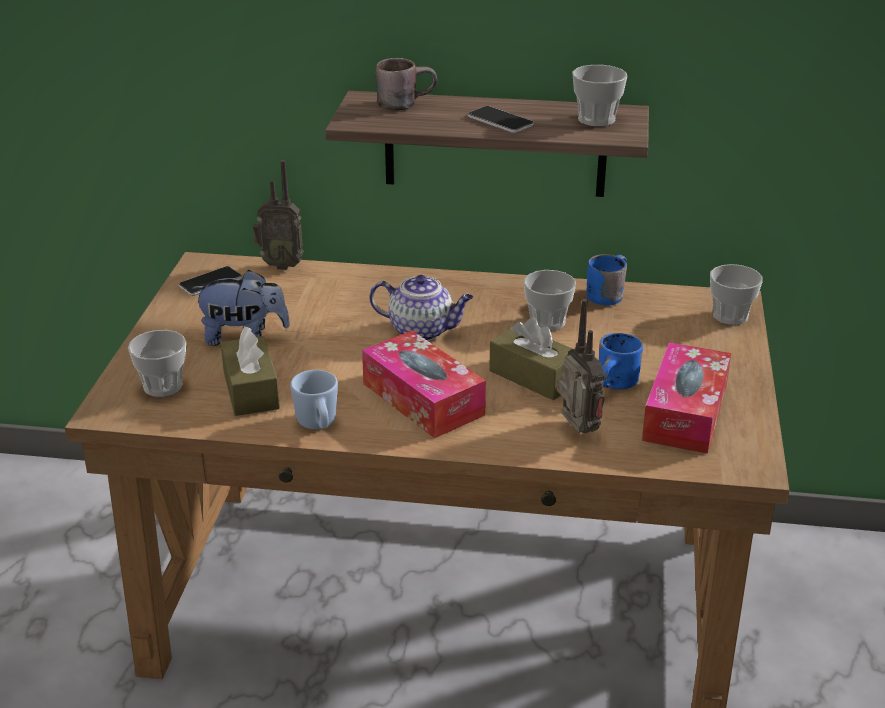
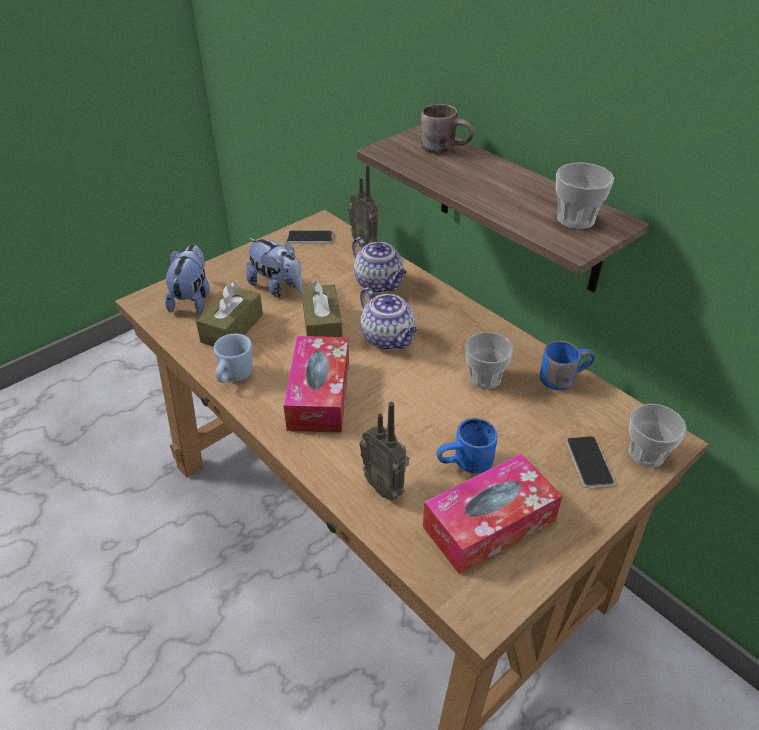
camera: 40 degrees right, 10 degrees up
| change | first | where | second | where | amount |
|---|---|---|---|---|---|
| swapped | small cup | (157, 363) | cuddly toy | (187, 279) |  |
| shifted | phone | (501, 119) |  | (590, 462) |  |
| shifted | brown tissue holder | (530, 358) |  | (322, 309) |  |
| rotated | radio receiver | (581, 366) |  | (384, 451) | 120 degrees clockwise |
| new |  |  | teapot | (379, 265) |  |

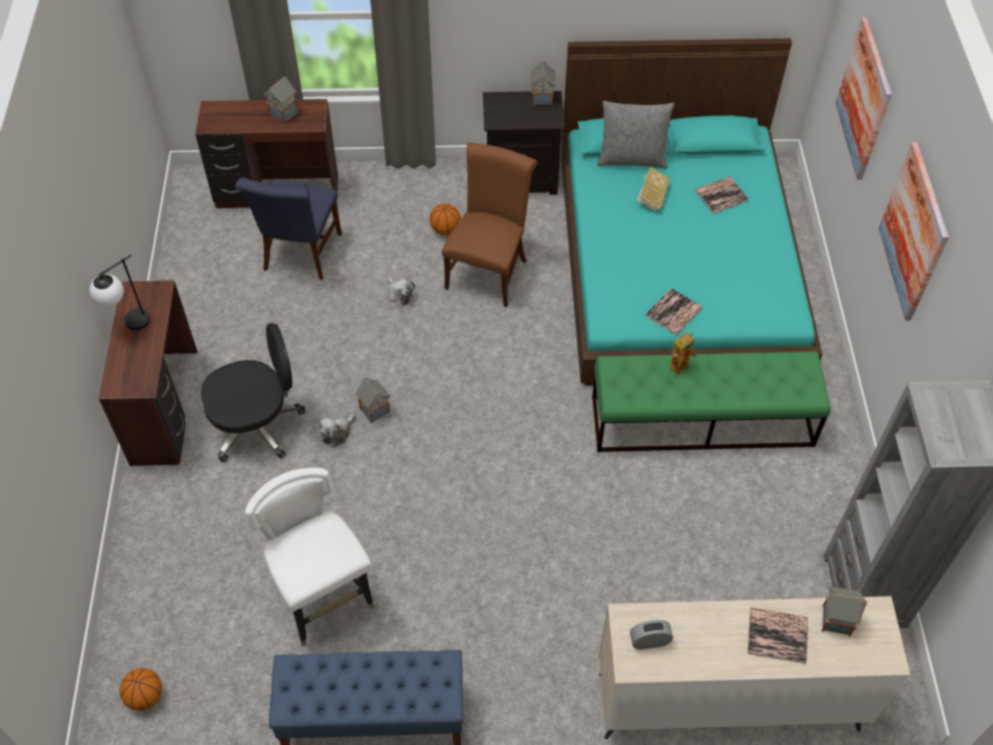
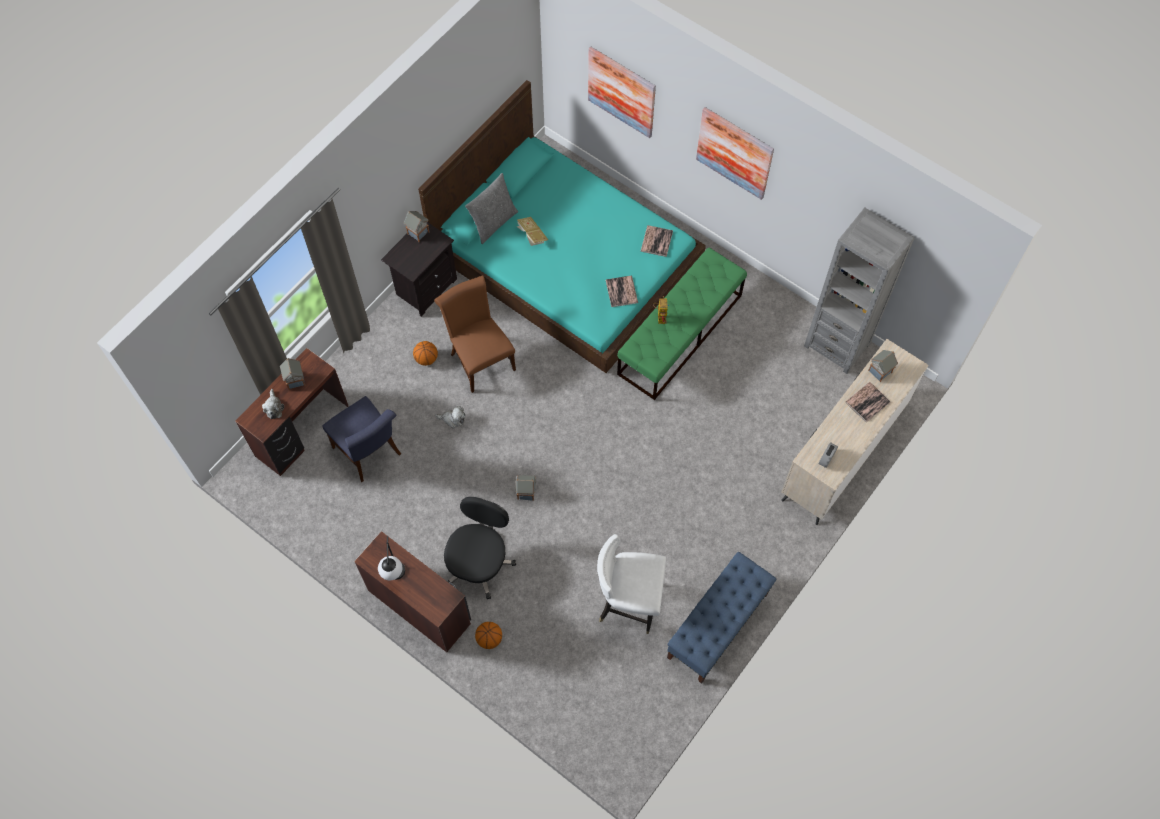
camera: 50 degrees left, 10 degrees up
| change | first | where | second | where | amount |
|---|---|---|---|---|---|
| shifted | basketball | (140, 689) |  | (488, 635) |  |
| shifted | cuddly toy | (337, 431) |  | (273, 404) |  |
| shifted | volume | (722, 195) |  | (657, 241) |  |

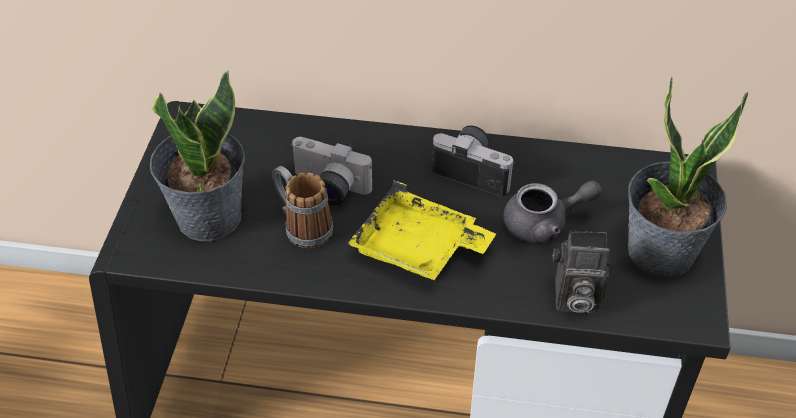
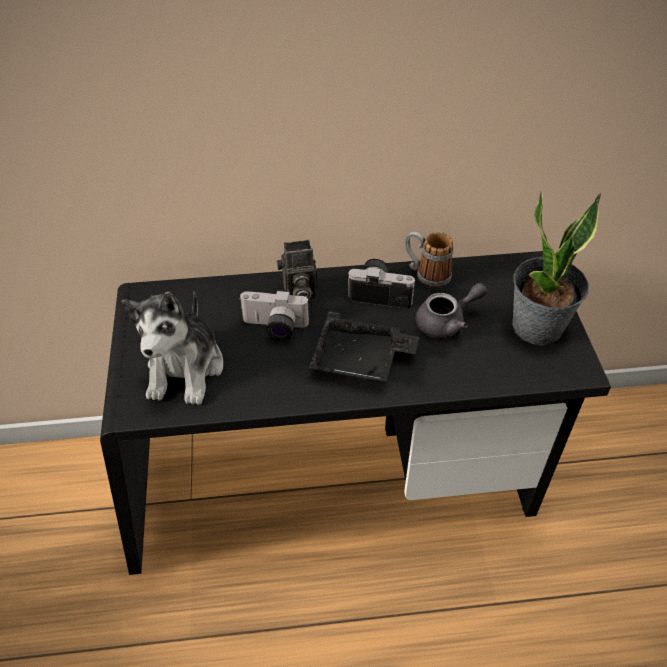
camera: 15 degrees left, 0 degrees up
| change | first | where | second | where | amount |
|---|---|---|---|---|---|
| swapped | plant in a pot | (197, 156) | cuddly toy | (172, 348) |  |
| shifted | coffee mug | (302, 207) |  | (429, 259) |  |
| repainted | yellowish tray | (421, 230) | black-coloured tray | (364, 346) |  |
| shifted | still camera | (581, 271) |  | (297, 270) |  |

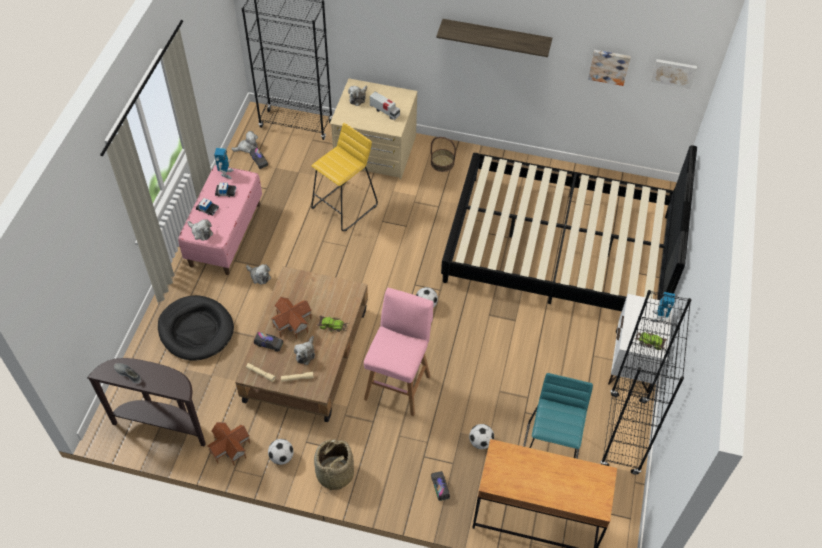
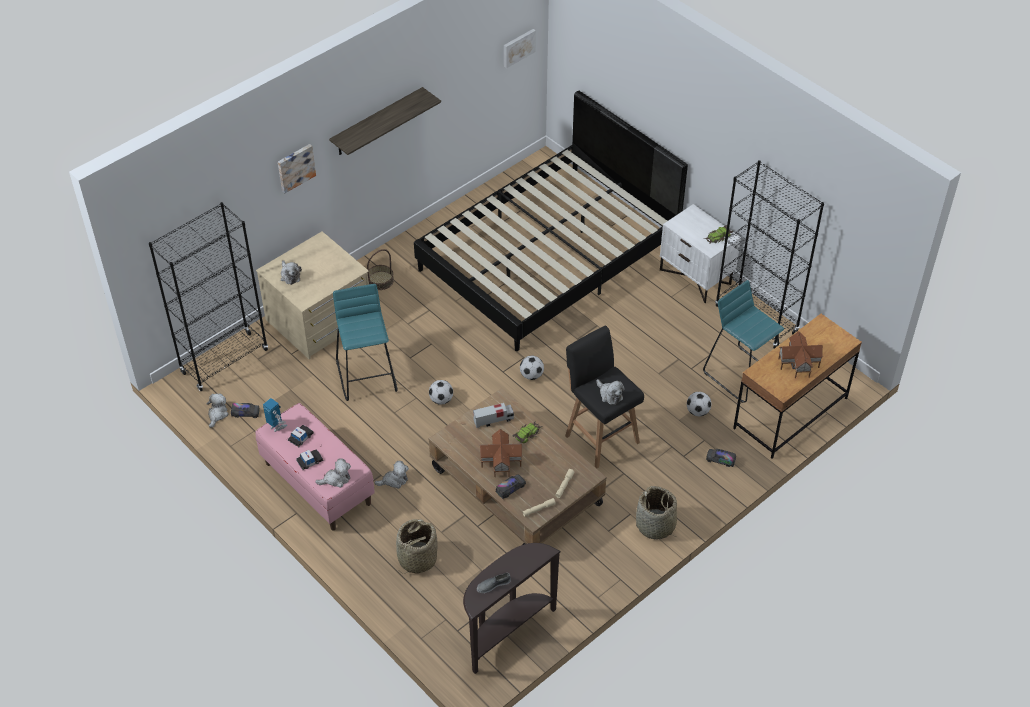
camera: 55 degrees left, 5 degrees down
| change | first | where | second | where | amount |
|---|---|---|---|---|---|
| swapped | black-coloured dog bed | (196, 328) | storage basket | (417, 546) |  |
| shifted | model house | (228, 444) |  | (800, 354) |  |
| shifted | football ball | (281, 452) |  | (441, 392) |  |
| shifted | cuddly toy | (304, 350) |  | (611, 392) |  |
| repainted | yellowish stool seat | (344, 177) | turquoise-coloured stool seat | (365, 342) |  |
| repainted | pink stool seat | (398, 352) | black-coloured stool seat | (604, 397) |  |
| shifted | toy lorry | (385, 105) |  | (493, 415) |  |
| shifted | wall picture | (609, 68) |  | (297, 168) |  |
| gone | robot figure | (663, 307) |  |  |  |

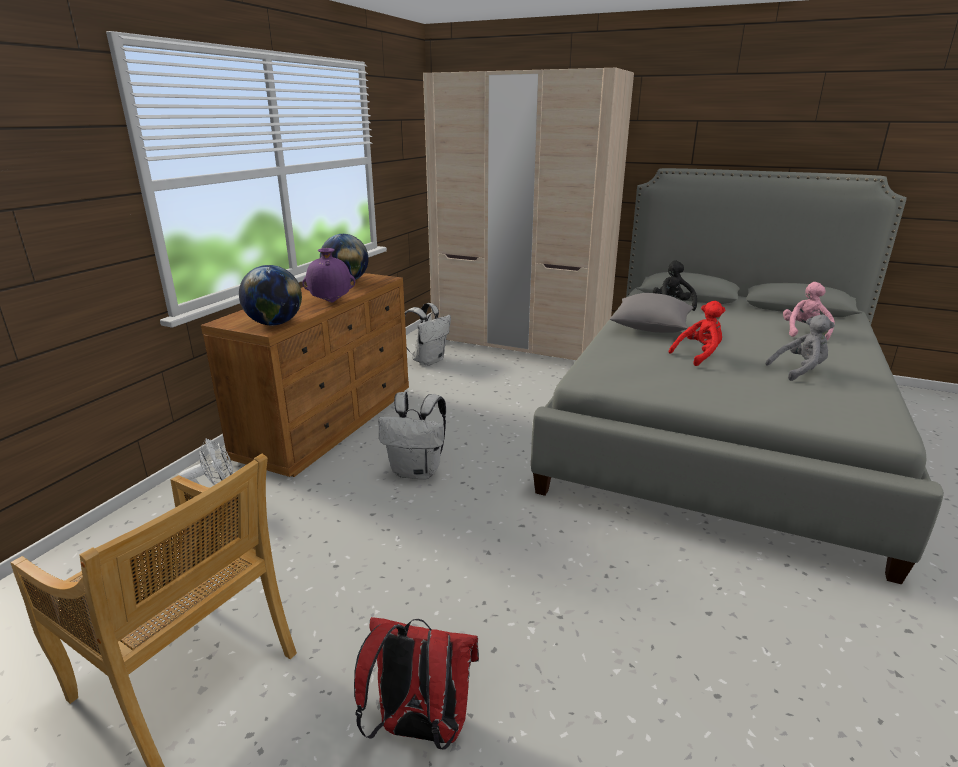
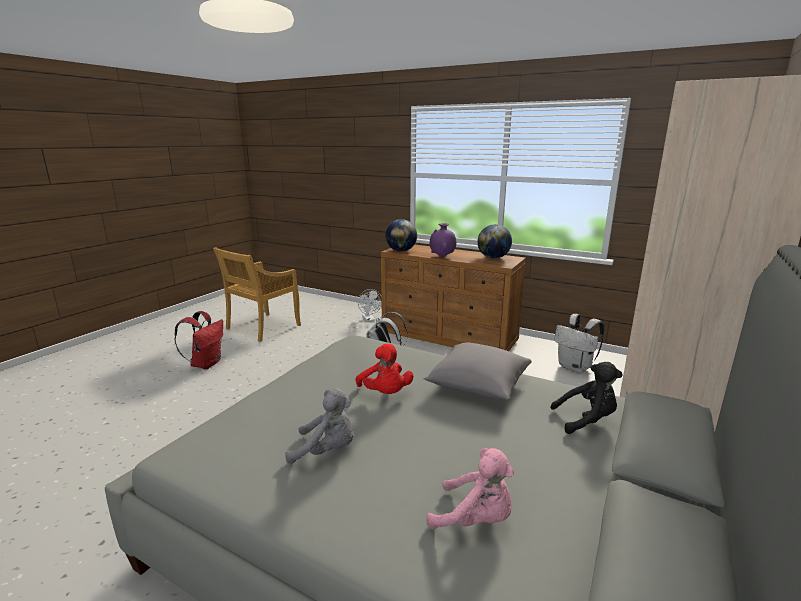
camera: 95 degrees right, 5 degrees down
| change | first | where | second | where | amount |
|---|---|---|---|---|---|
| rotated | greyish cuddly toy | (800, 348) |  | (319, 426) | 75 degrees counterclockwise |

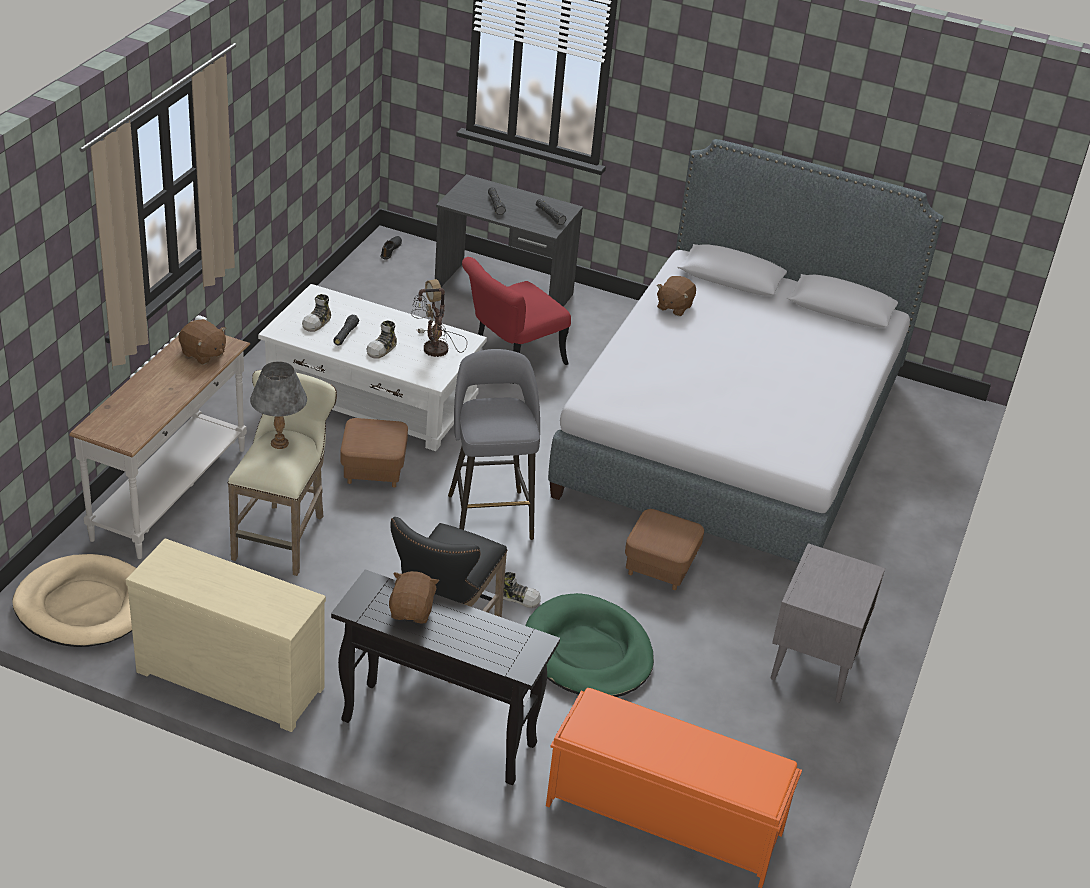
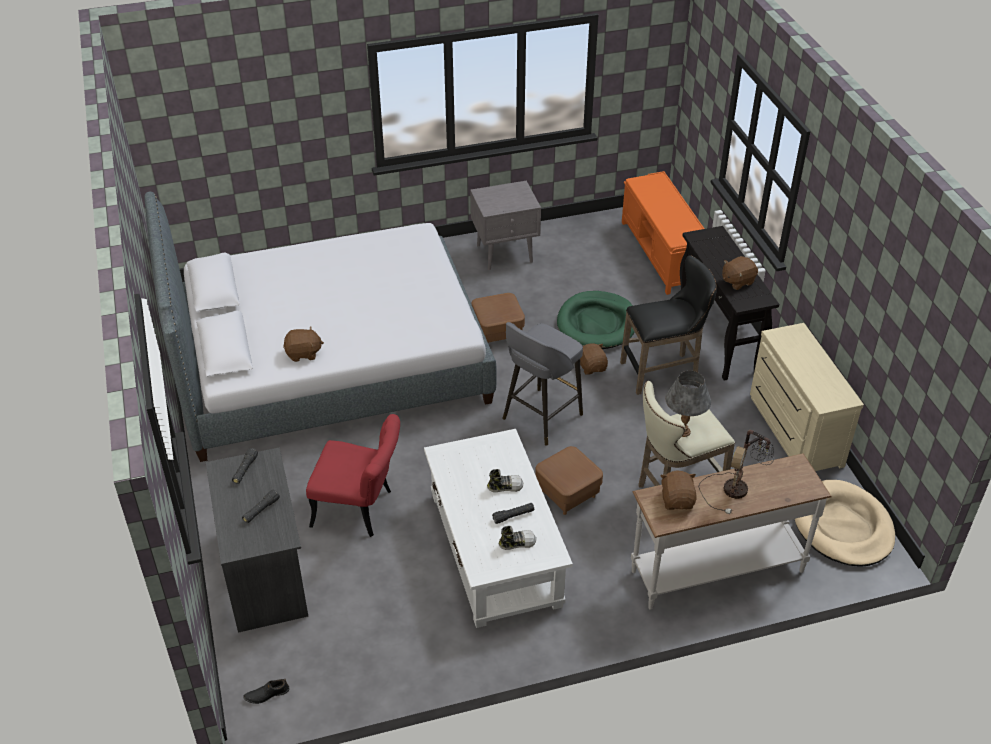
camera: 125 degrees left, 5 degrees up
| change | first | where | second | where | amount |
|---|---|---|---|---|---|
| shifted | table lamp | (439, 318) |  | (736, 472) |  |
| swapped | shoe | (522, 590) | brown cuddly toy | (594, 359) |  |

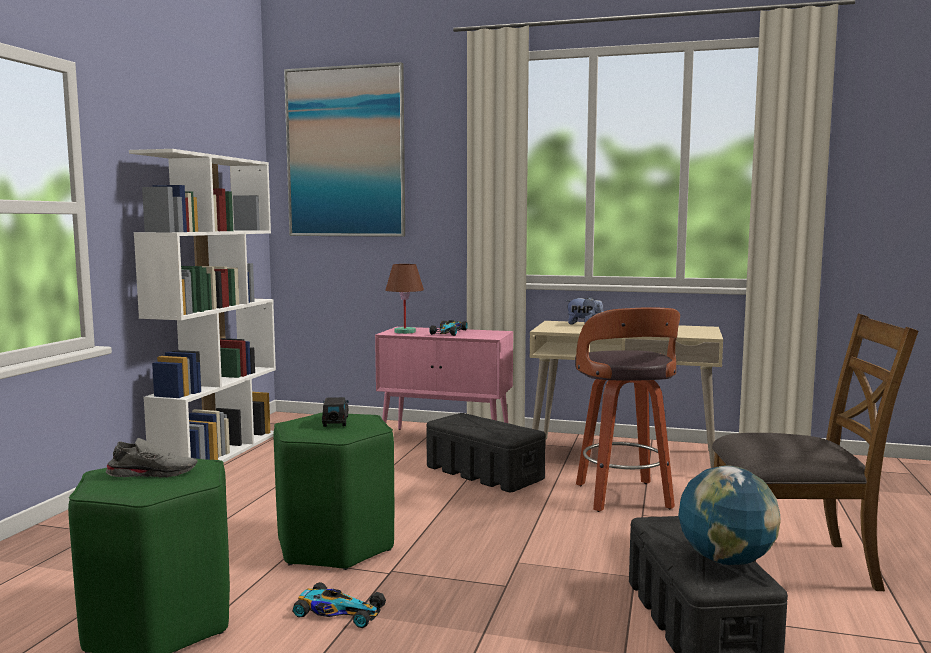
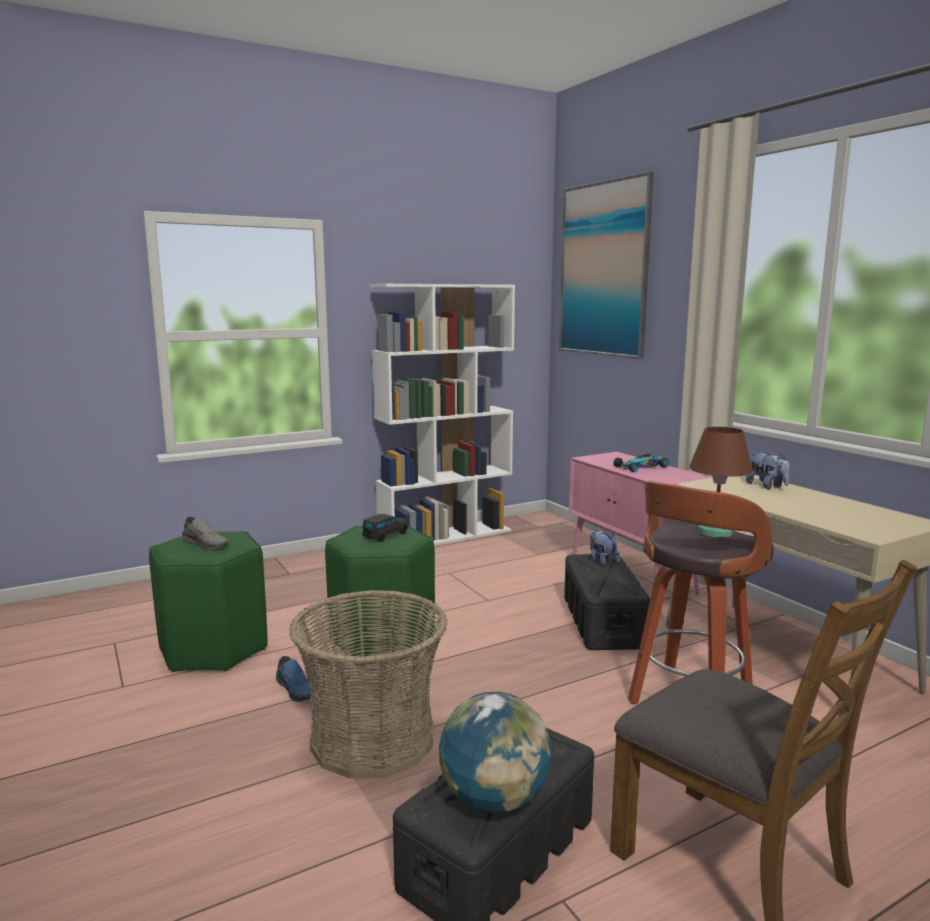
camera: 45 degrees right, 5 degrees up
| change | first | where | second | where | amount |
|---|---|---|---|---|---|
| swapped | model car | (339, 605) | bluish shoe | (295, 679) |  |
| shifted | brown table lamp | (404, 299) |  | (721, 482) |  |
| new |  |  | storage basket | (368, 684) |  |
| new |  |  | cuddly toy | (605, 548) |  |

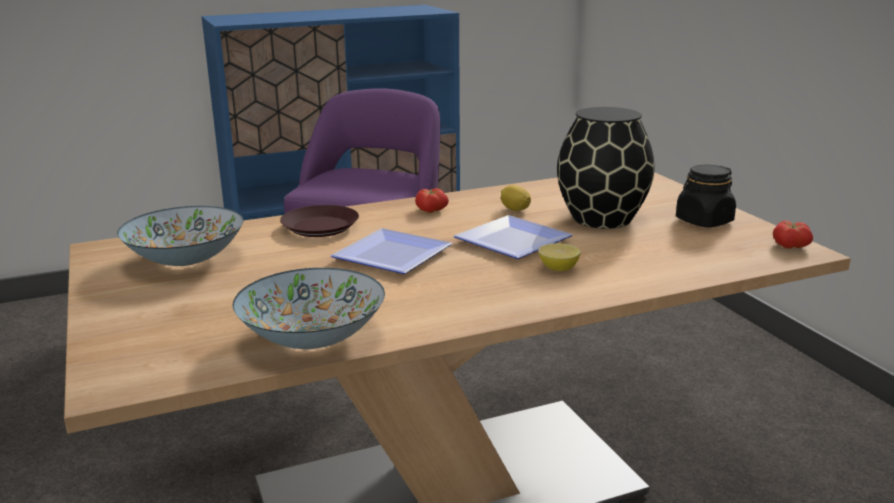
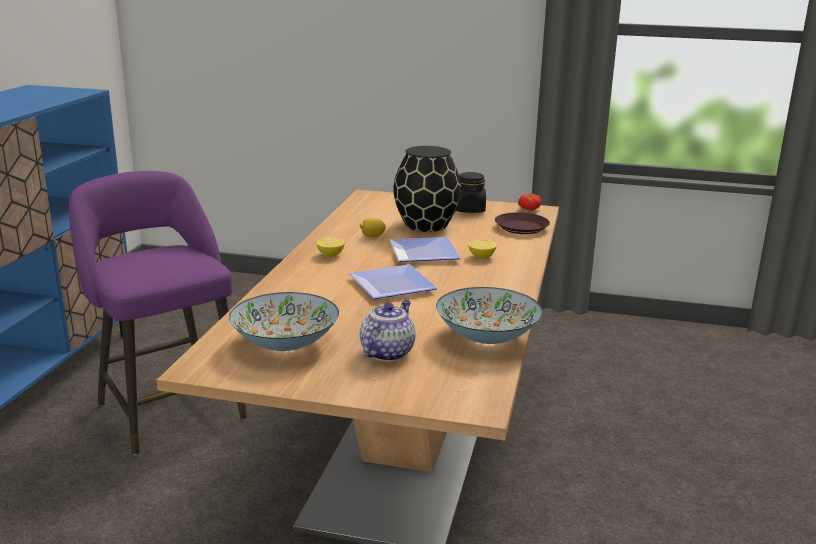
camera: 55 degrees left, 0 degrees up
| change | first | where | second | where | amount |
|---|---|---|---|---|---|
| shifted | brown dinner plate | (319, 221) |  | (522, 223) |  |
| swapped | fresh tomato | (432, 200) | whole lemon | (331, 247) |  |
| new |  |  | teapot | (388, 331) |  |

